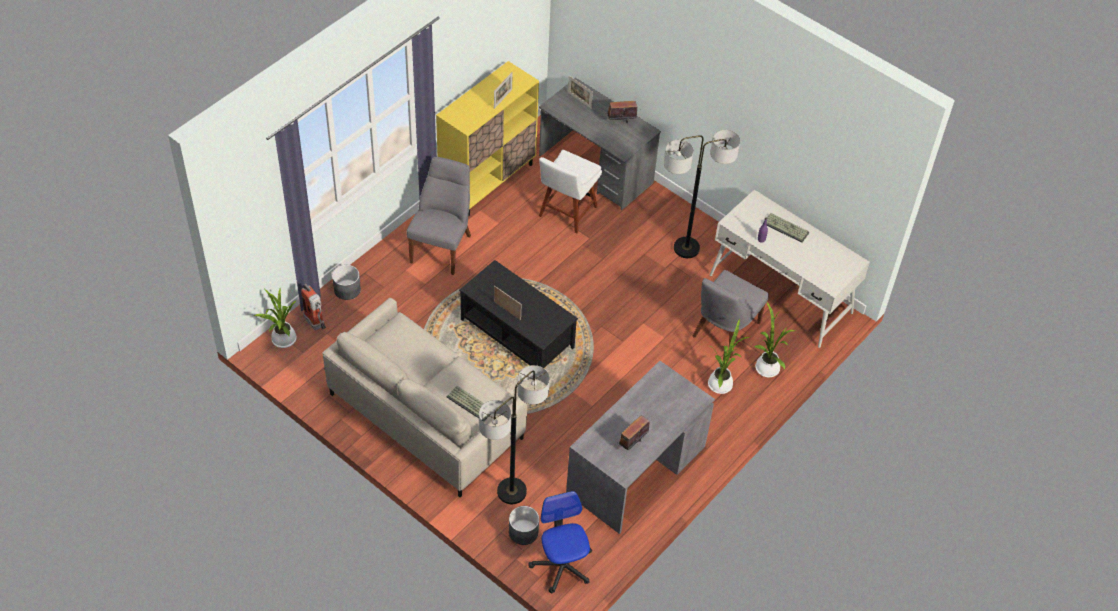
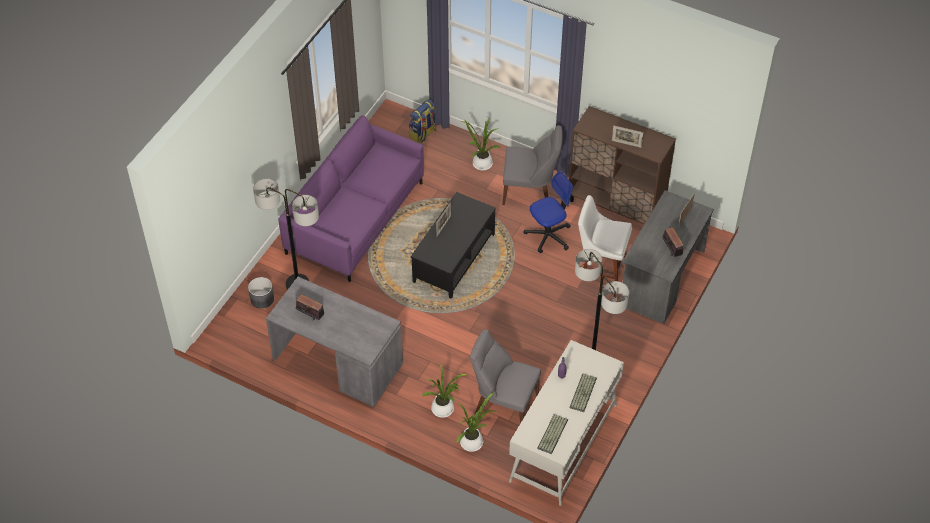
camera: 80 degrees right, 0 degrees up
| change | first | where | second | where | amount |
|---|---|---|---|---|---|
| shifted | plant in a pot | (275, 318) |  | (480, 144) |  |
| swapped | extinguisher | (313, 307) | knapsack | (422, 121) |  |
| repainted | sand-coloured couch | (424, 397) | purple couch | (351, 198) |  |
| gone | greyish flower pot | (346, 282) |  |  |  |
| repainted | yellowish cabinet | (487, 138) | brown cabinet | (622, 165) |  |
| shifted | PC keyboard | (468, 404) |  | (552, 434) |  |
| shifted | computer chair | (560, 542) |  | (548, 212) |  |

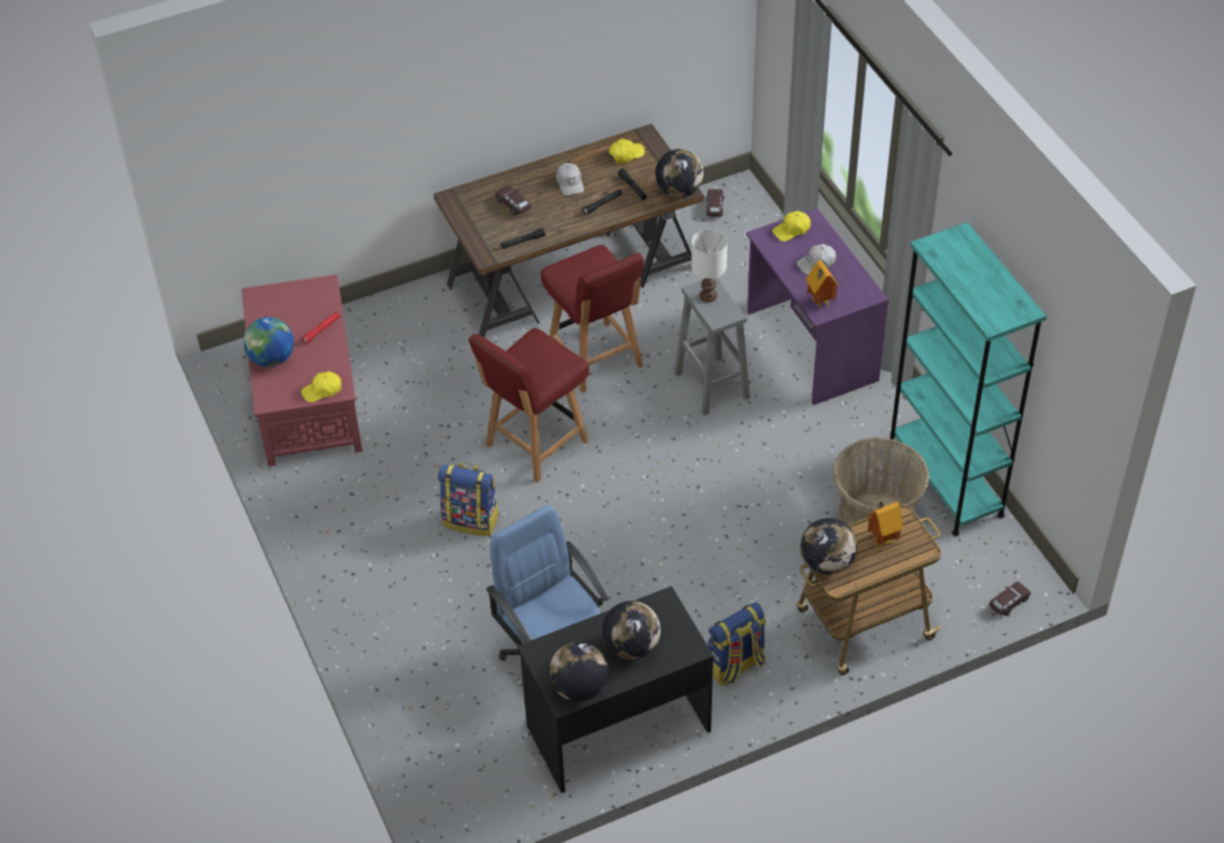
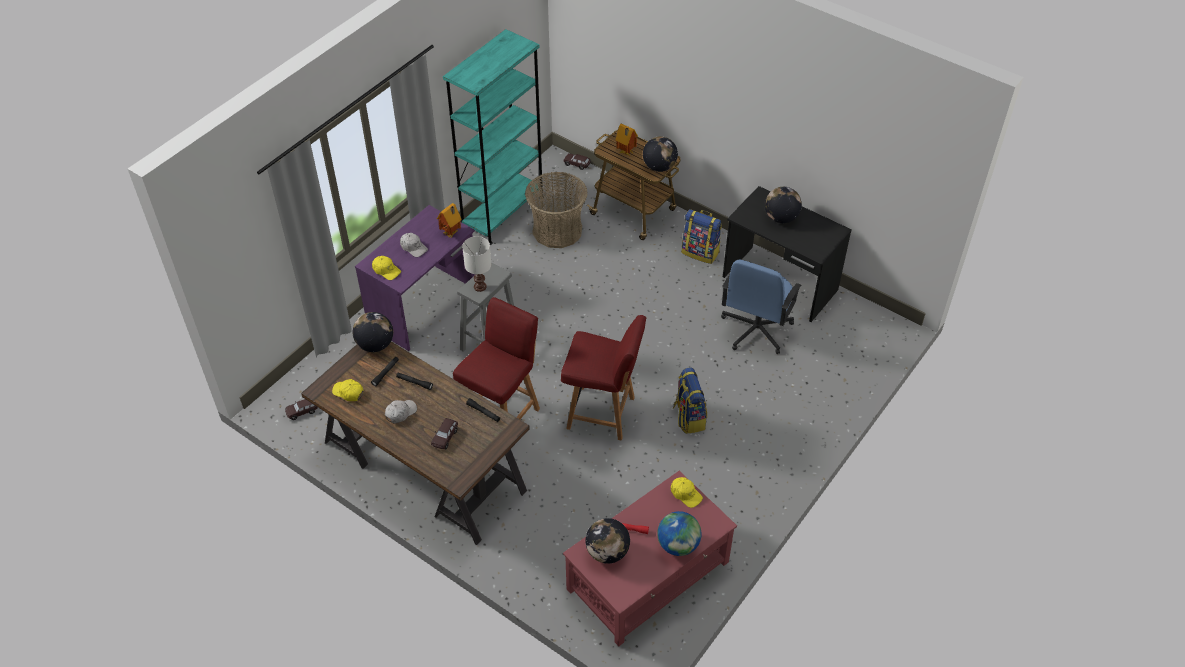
camera: 120 degrees left, 0 degrees up
| change | first | where | second | where | amount |
|---|---|---|---|---|---|
| shifted | world globe | (578, 672) |  | (607, 541) |  |

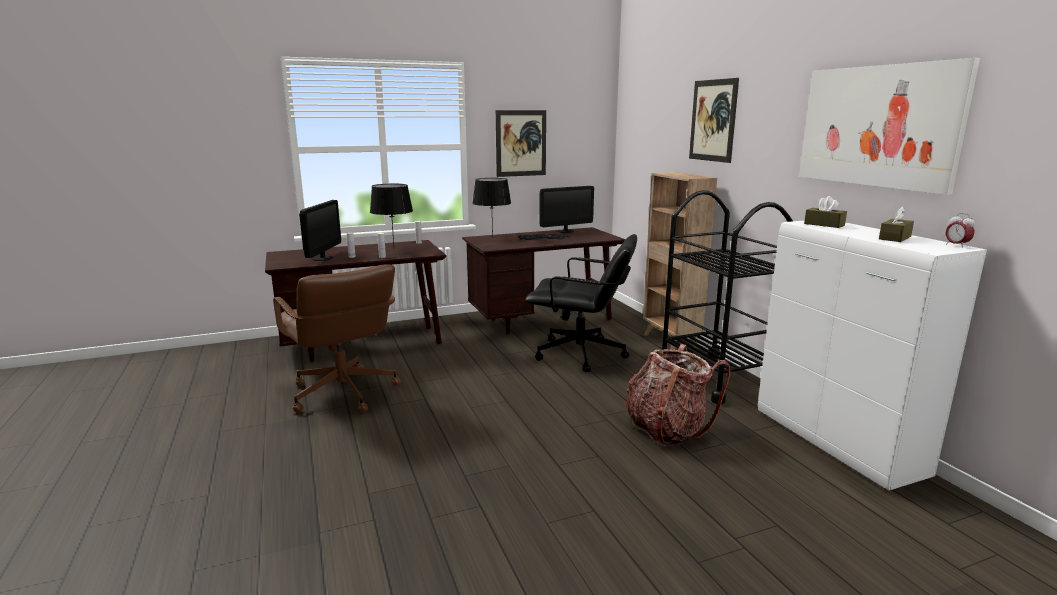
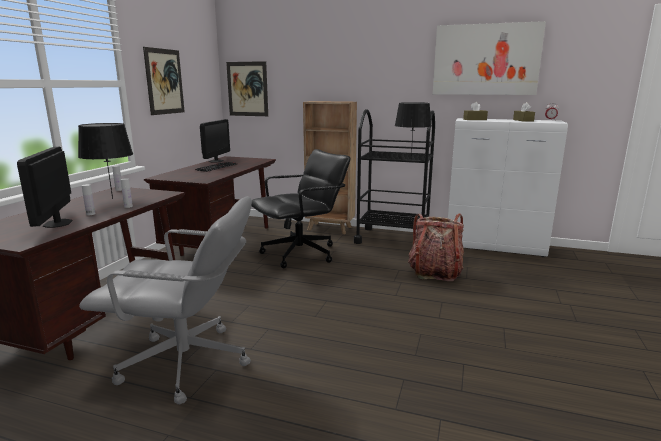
camera: 50 degrees left, 0 degrees up
| change | first | where | second | where | amount |
|---|---|---|---|---|---|
| repainted | brown computer chair | (337, 338) | greyish computer chair | (165, 300) |  |
| rotated | computer screen | (320, 230) |  | (45, 187) | 150 degrees counterclockwise |
| shifted | black-coloured table lamp | (491, 208) |  | (413, 130) |  |
| shifted | wall picture | (714, 120) |  | (247, 88) |  |

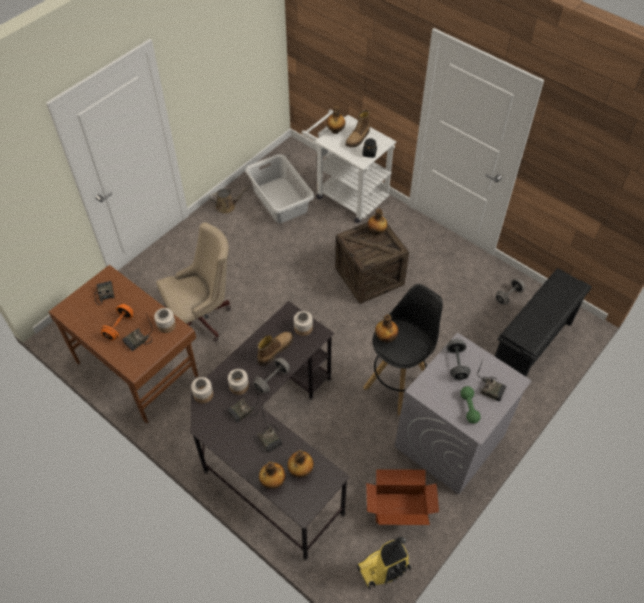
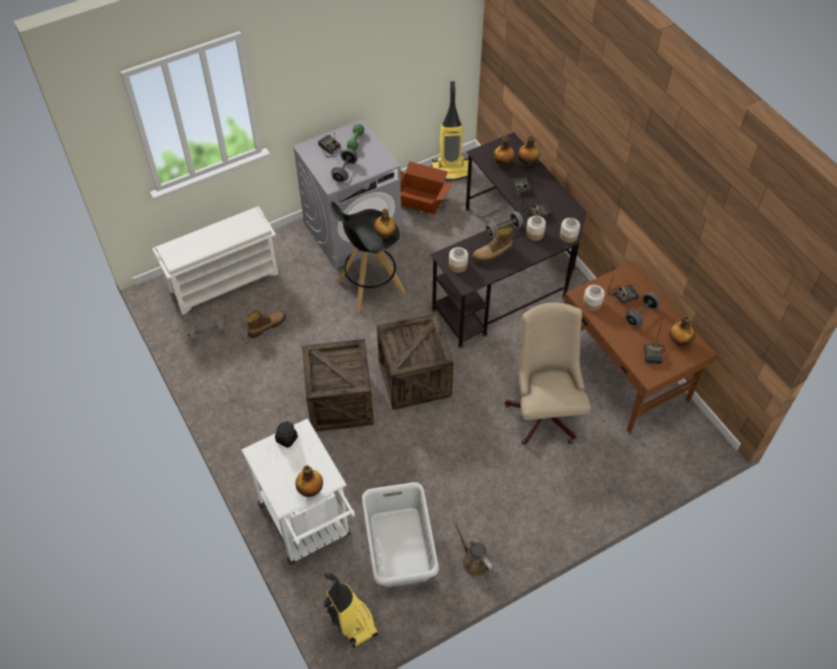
camera: 160 degrees left, 0 degrees up
| change | first | where | second | where | amount |
|---|---|---|---|---|---|
| repainted | orange hand weight | (117, 322) | greyish hand weight | (642, 309) |  |
| rotated | sand-coloured computer chair | (193, 282) |  | (548, 373) | 90 degrees clockwise |
| rotated | brown sprinkling can | (230, 199) |  | (473, 547) | 45 degrees clockwise |
| shifted | high-top boot | (357, 129) |  | (266, 324) |  |
| shifted | drink bottle | (377, 222) |  | (682, 331) |  |
| repainted | black-coloured shoe stand | (543, 323) | whitish shoe stand | (215, 260) |  |
| new |  |  | hoover | (351, 610) |  |
| new |  |  | shipping crate | (415, 361) |  |

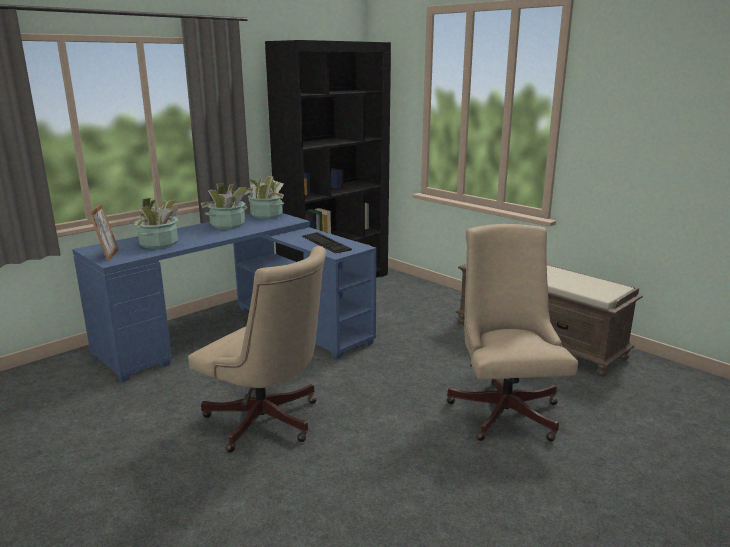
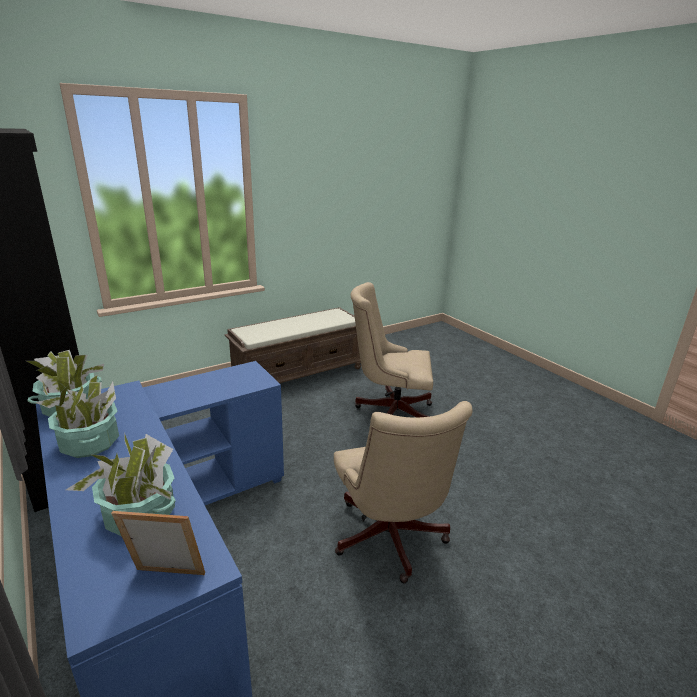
camera: 80 degrees left, 5 degrees up
| change | first | where | second | where | amount |
|---|---|---|---|---|---|
| rotated | sand-coloured computer chair | (257, 349) |  | (403, 492) | 120 degrees clockwise |
| gone | PC keyboard | (327, 242) |  |  |  |

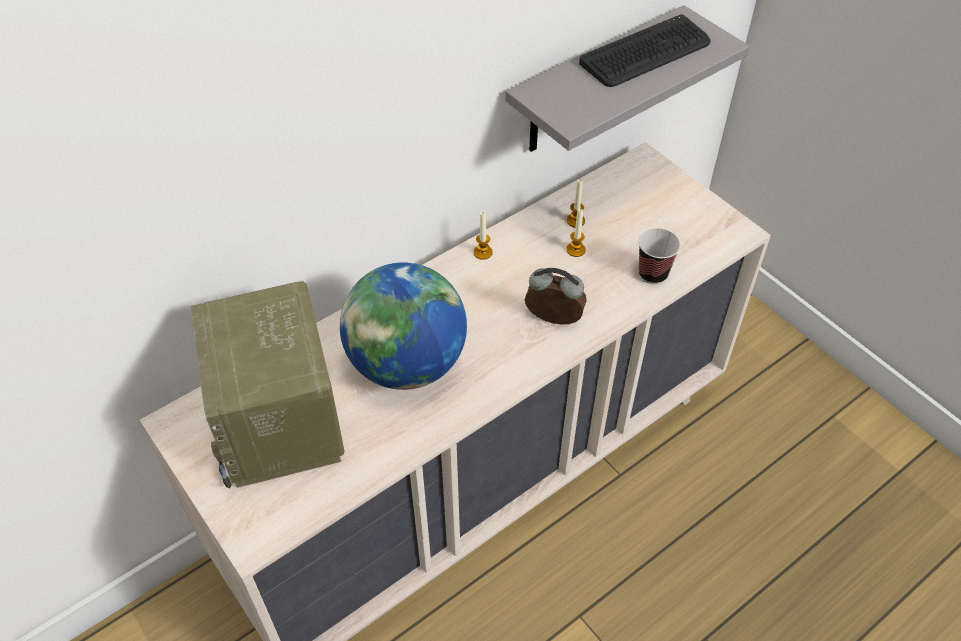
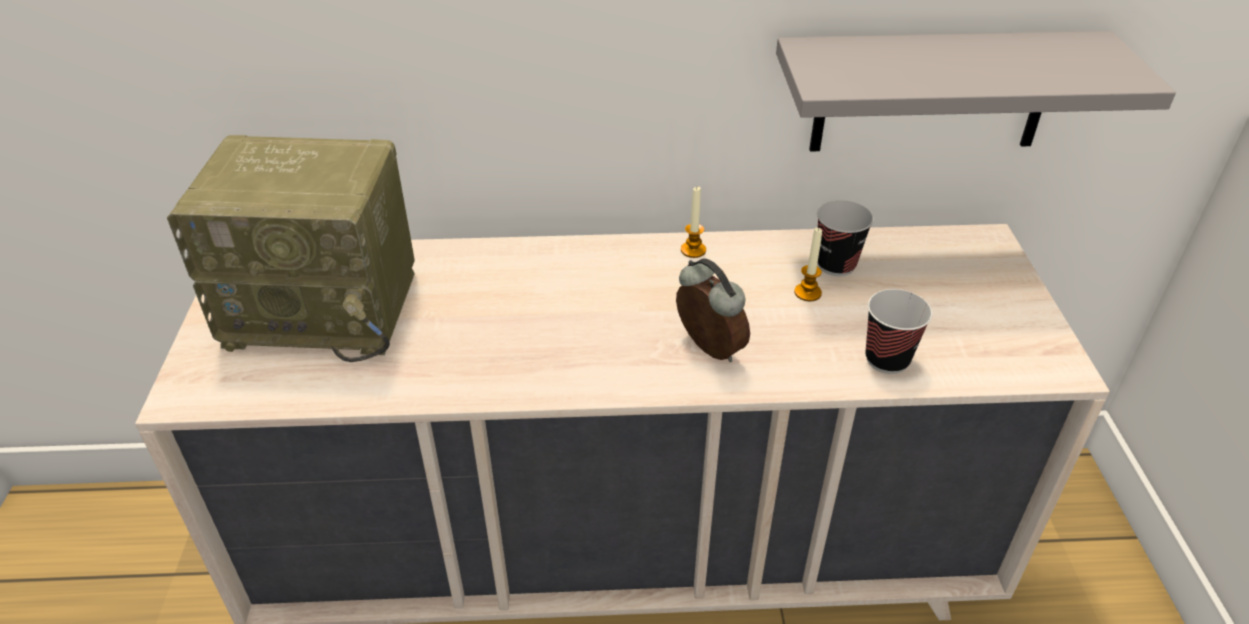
camera: 35 degrees right, 10 degrees down
| change | first | where | second | where | amount |
|---|---|---|---|---|---|
| rotated | radio receiver | (267, 384) |  | (291, 248) | 105 degrees counterclockwise |
| gone | world globe | (403, 326) |  |  |  |
| swapped | wax candle | (575, 203) | small cup | (845, 238) |  |
| gone | PC keyboard | (644, 50) |  |  |  |

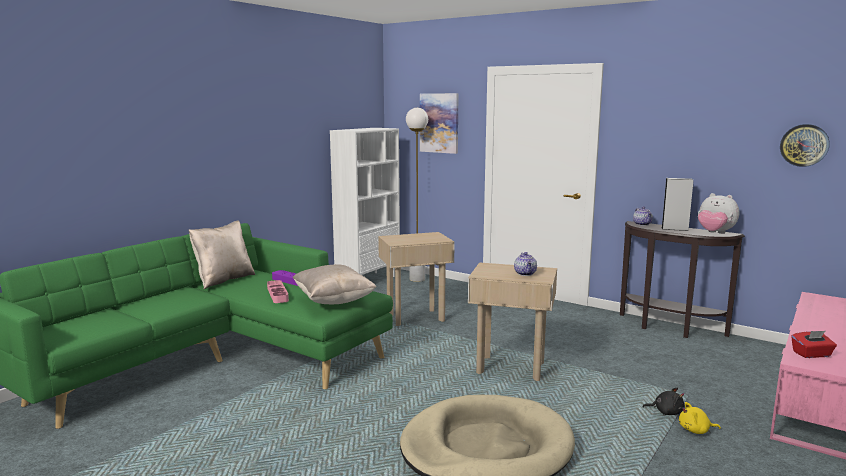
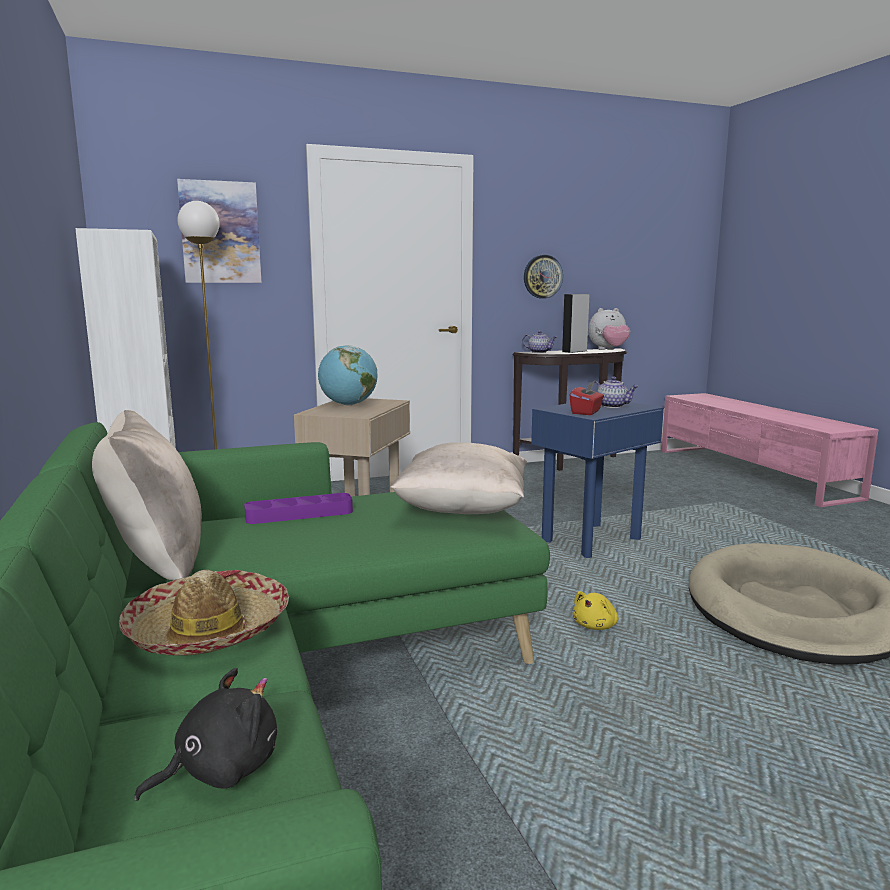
camera: 55 degrees left, 0 degrees up
| change | first | where | second | where | amount |
|---|---|---|---|---|---|
| gone | pink tray | (278, 291) |  |  |  |
| repainted | sand-coloured accent table | (512, 321) | bluish accent table | (597, 480) |  |
| shifted | black-coloured cuddly toy | (663, 401) |  | (205, 734) |  |
| shifted | yellowish cuddly toy | (700, 418) |  | (595, 610) |  |
| shifted | wall clock | (805, 145) |  | (543, 277) |  |
| shifted | red-coloured tissue holder | (814, 344) |  | (587, 398) |  |
| new |  |  | hat | (204, 613) |  |
| new |  |  | world globe | (347, 376) |  |

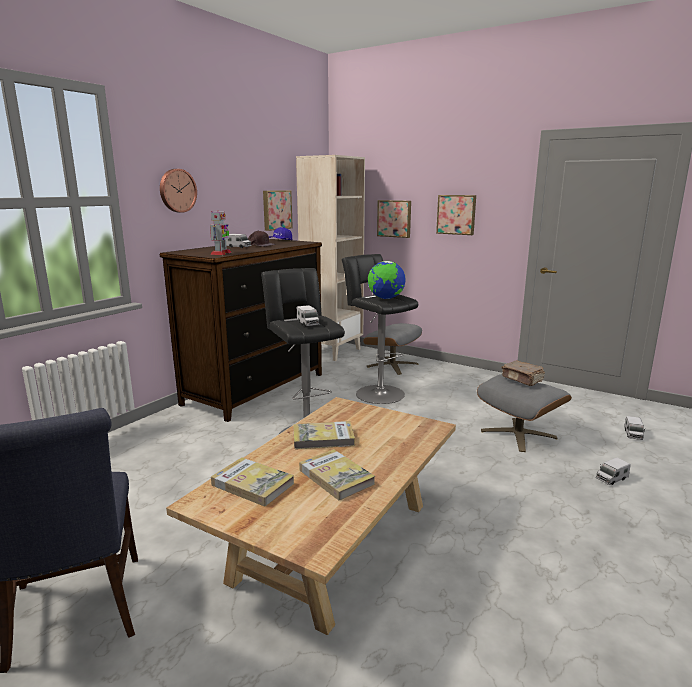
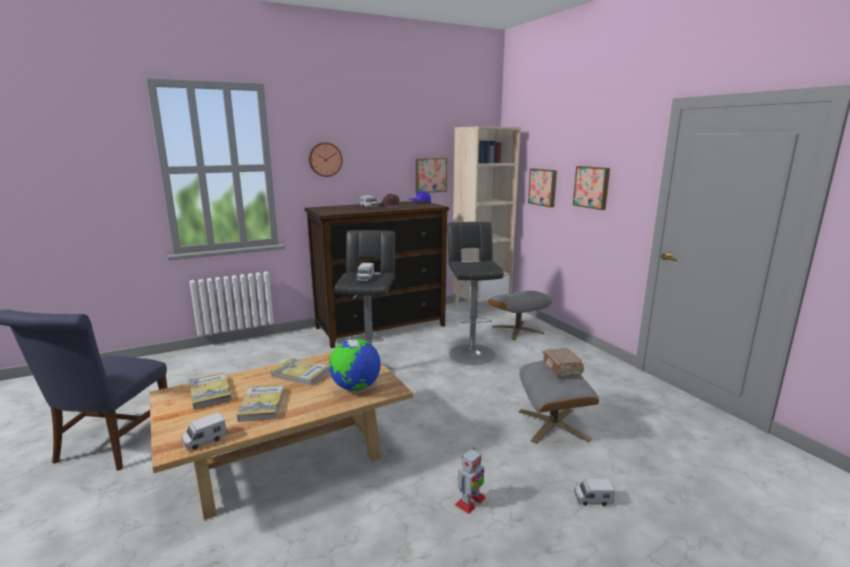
camera: 30 degrees right, 0 degrees up
| change | first | where | second | where | amount |
|---|---|---|---|---|---|
| shifted | robot figure | (221, 233) |  | (470, 480) |  |
| shifted | world globe | (387, 280) |  | (355, 365) |  |
| shifted | toy lorry | (634, 428) |  | (204, 431) |  |

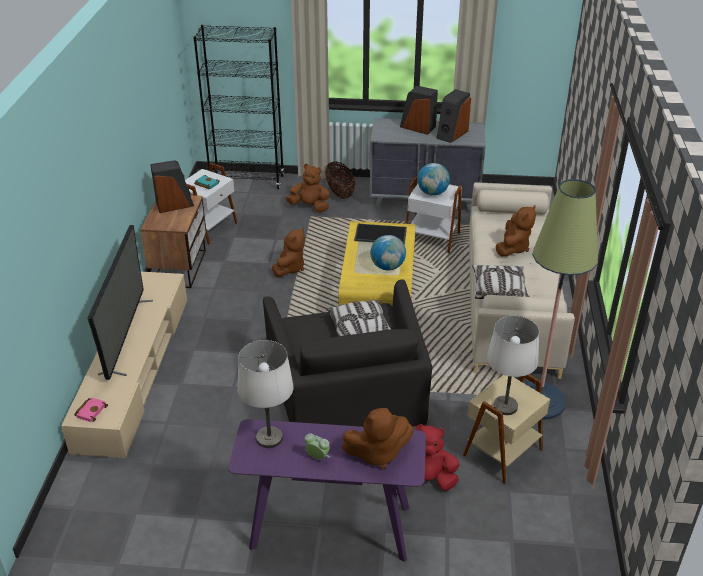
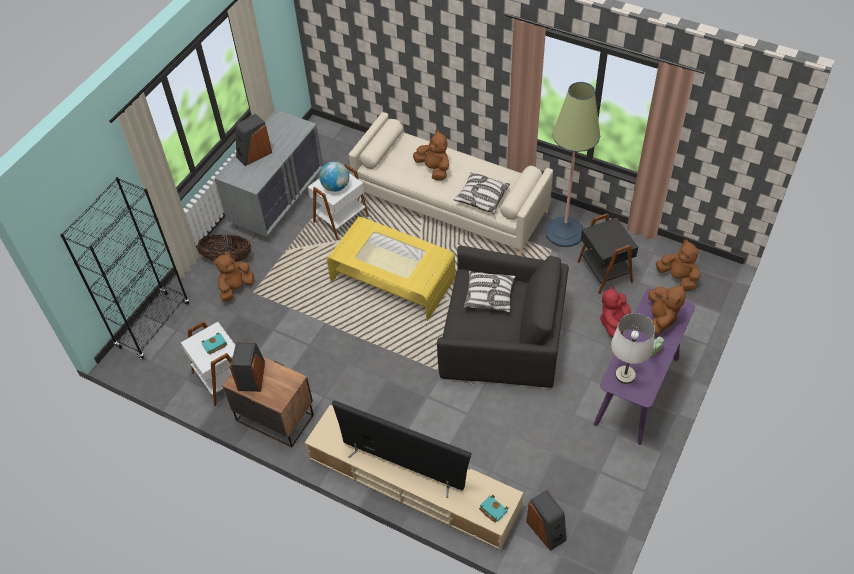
camera: 65 degrees left, 15 degrees up
| change | first | where | second | where | amount |
|---|---|---|---|---|---|
| repainted | pink volume | (91, 410) | turquoise-coloured volume | (494, 509) |  |
| shifted | brown cuddly toy | (288, 252) |  | (678, 265) |  |
| gone | tray | (380, 234) |  |  |  |
| gone | world globe | (388, 252) |  |  |  |
| shifted | speaker | (453, 116) |  | (546, 520) |  |
| repainted | sand-coloured accent table | (506, 429) | black-coloured accent table | (607, 253) |  |
| gone | whitish table lamp | (513, 365) |  |  |  |

